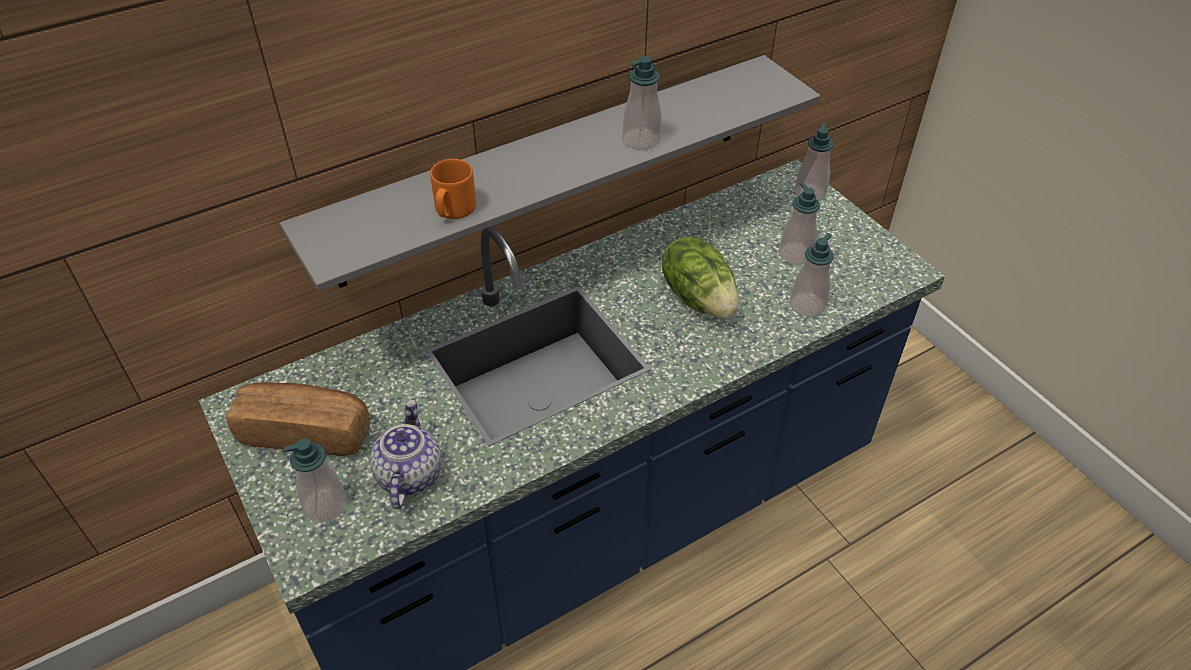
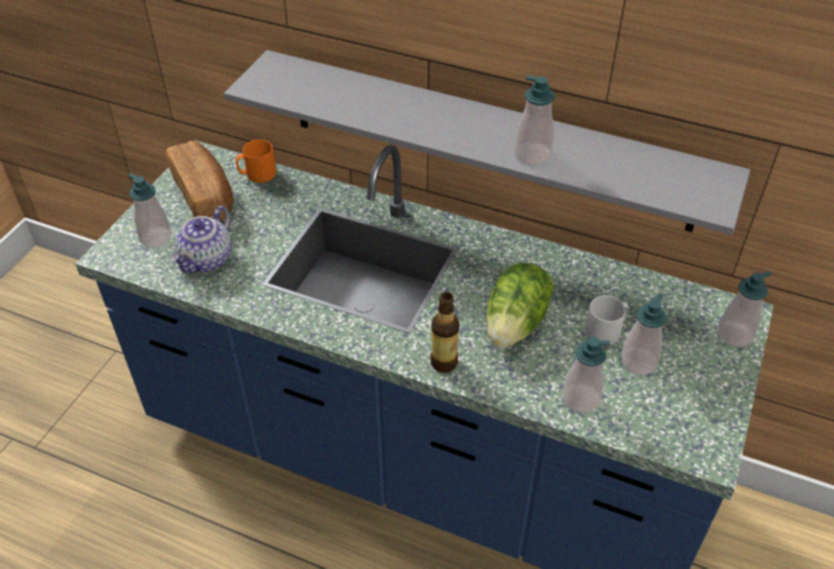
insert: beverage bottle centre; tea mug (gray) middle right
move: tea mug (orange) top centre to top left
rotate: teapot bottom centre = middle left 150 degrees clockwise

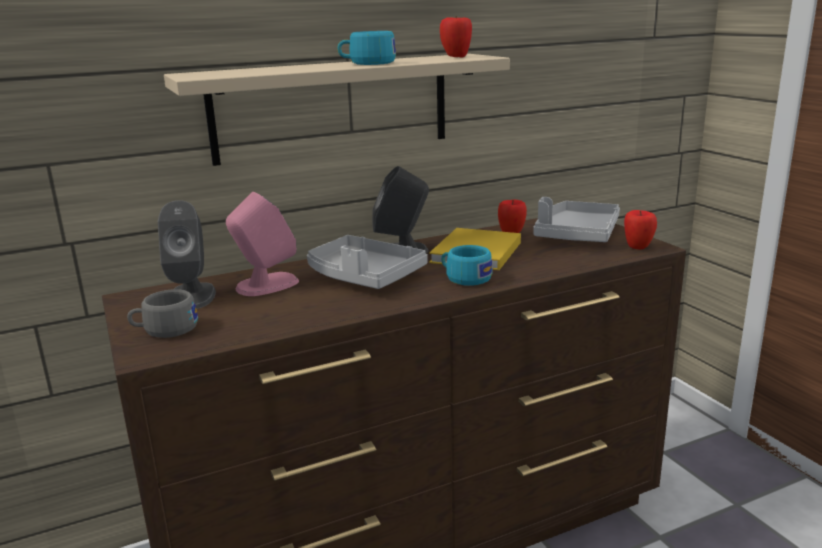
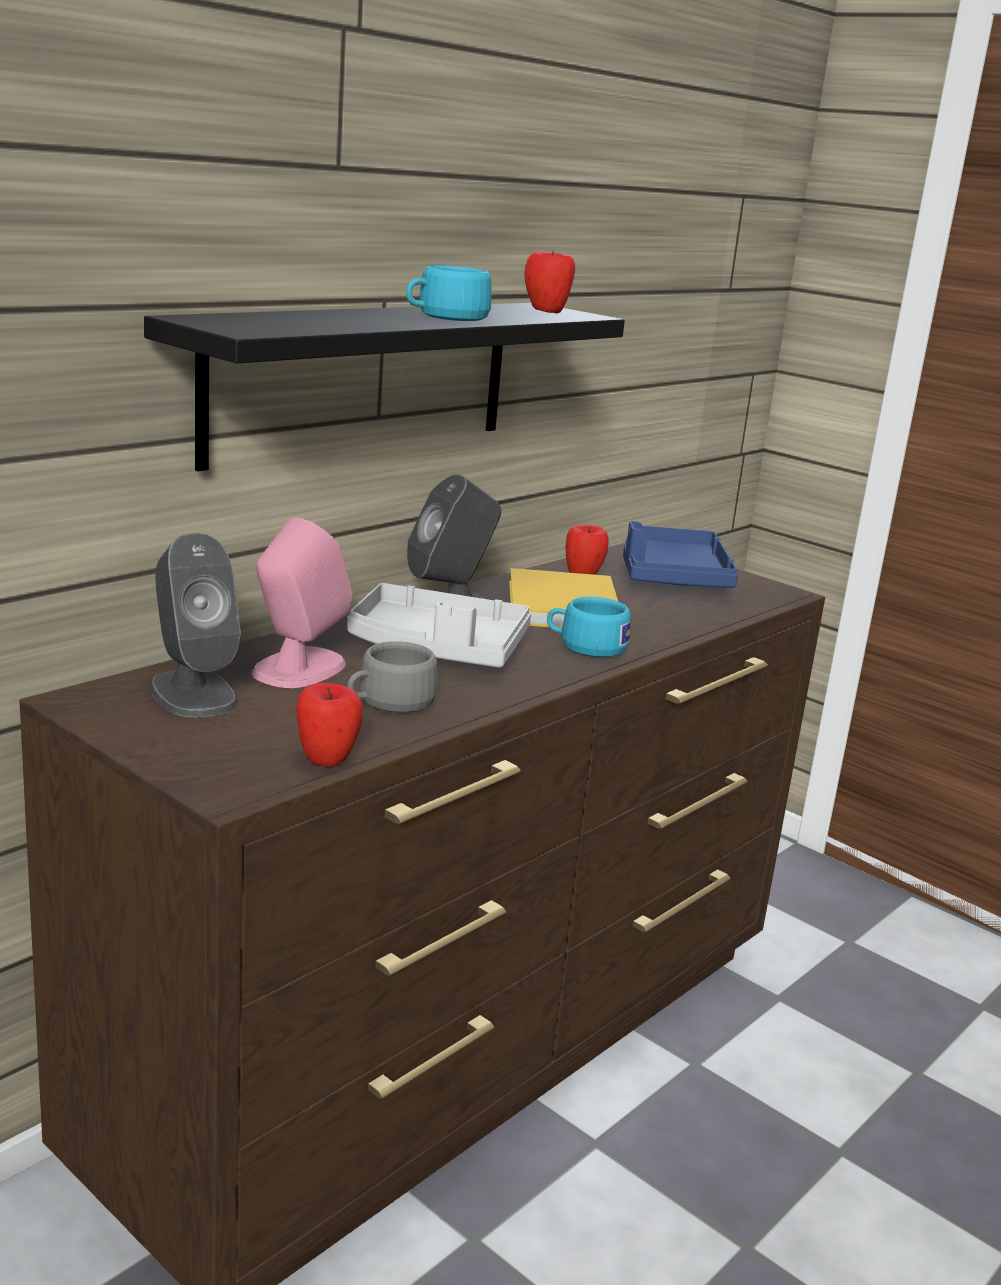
move: apple (3rd from left in the first image) middle right to apple (1st from left) middle left; small cup (gray) middle left to centre
recolor: shelf (sand-coloured) top centre to shelf (black-coloured) top centre; tray (gray) (2nd from left) middle right to tray (blue-coloured) middle right

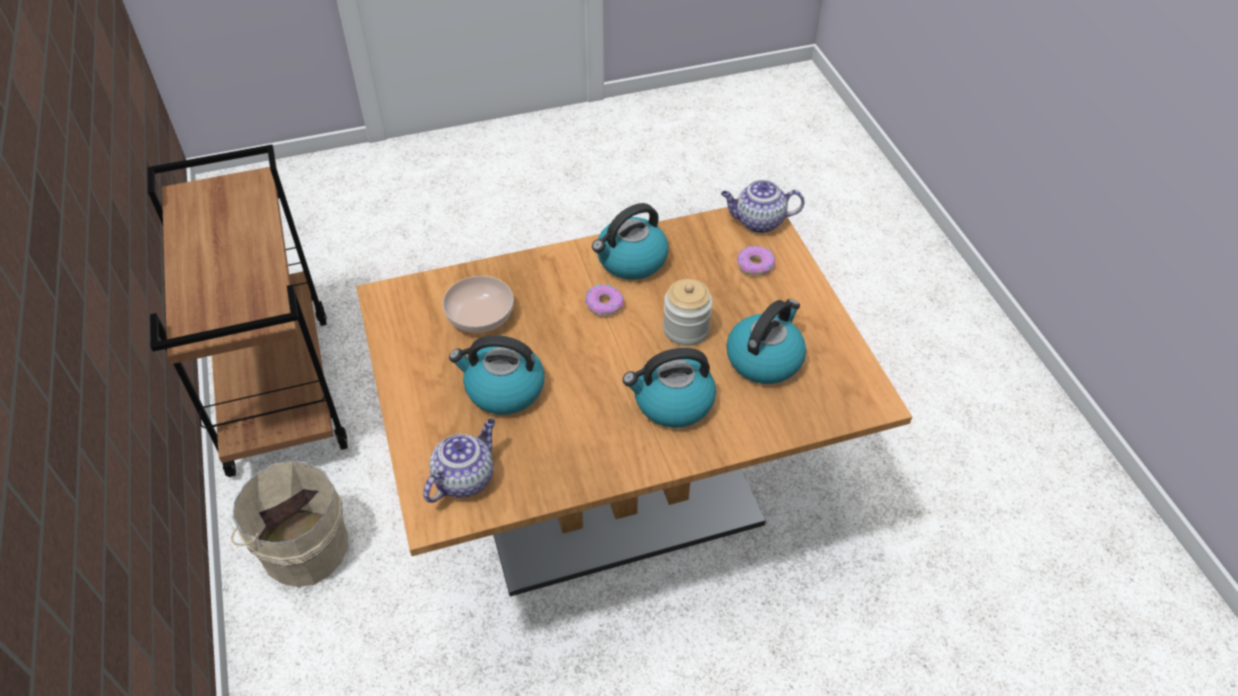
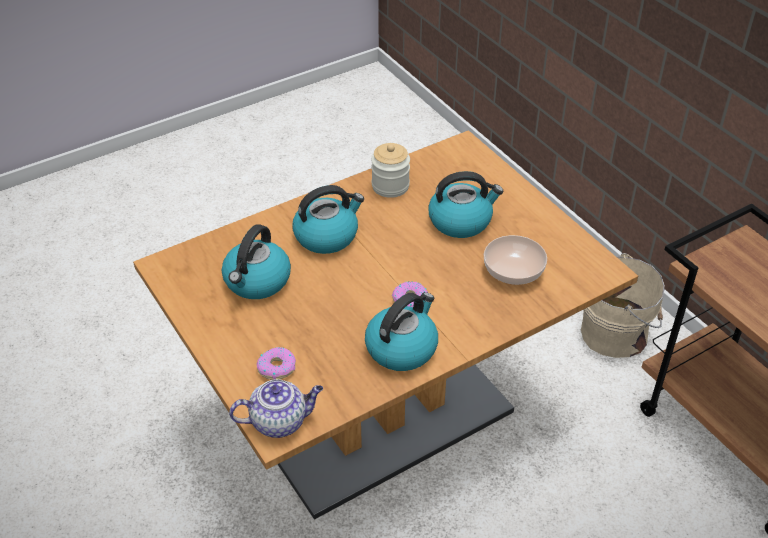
delete: teapot (1st from left) centre
move: jar centre to top centre

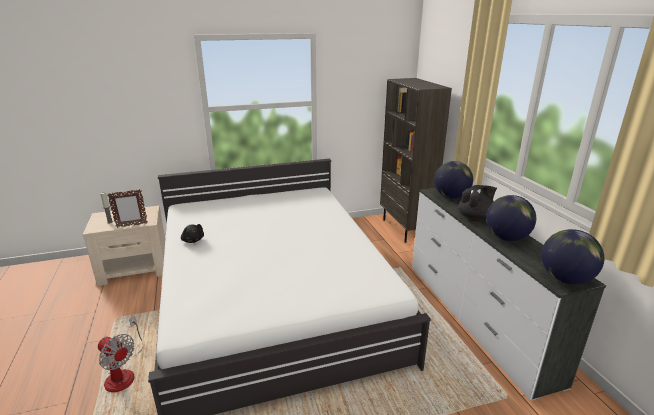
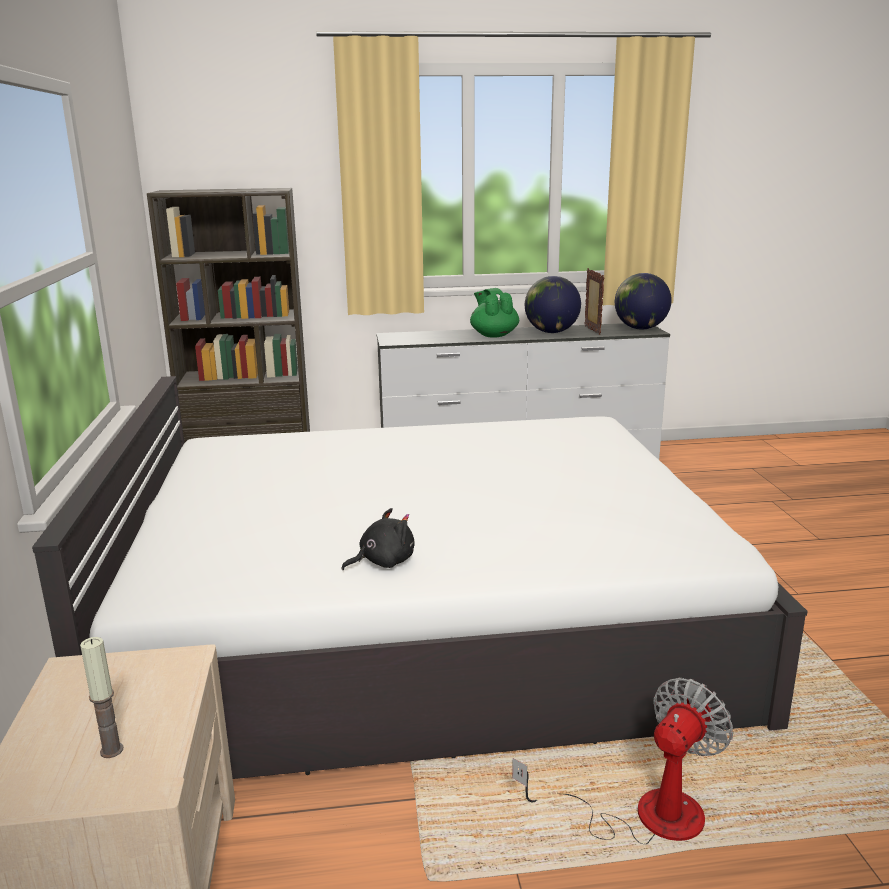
delete: world globe (1st from left) middle right
move: standing frame middle left to middle right
recolor: teapot (black-coloured) middle right to teapot (green) centre

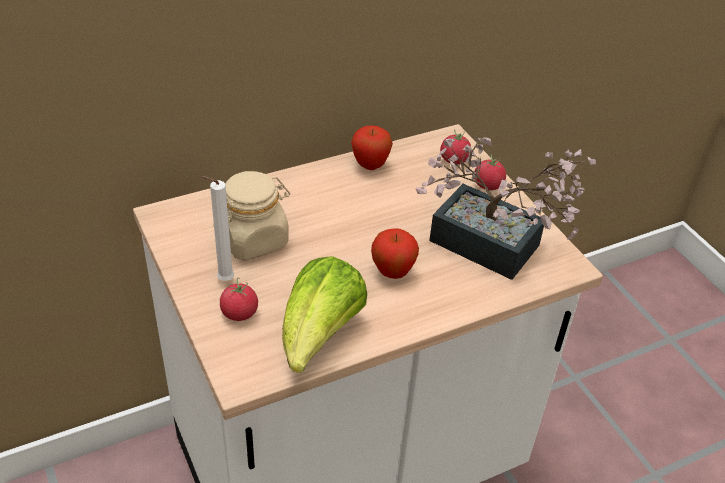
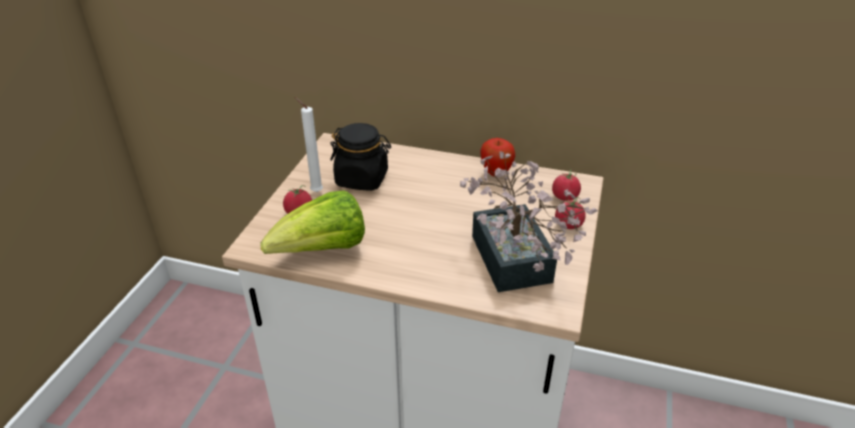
delete: apple (2nd from left) centre
recolor: jar (sand-coloured) centre to jar (black-coloured) centre

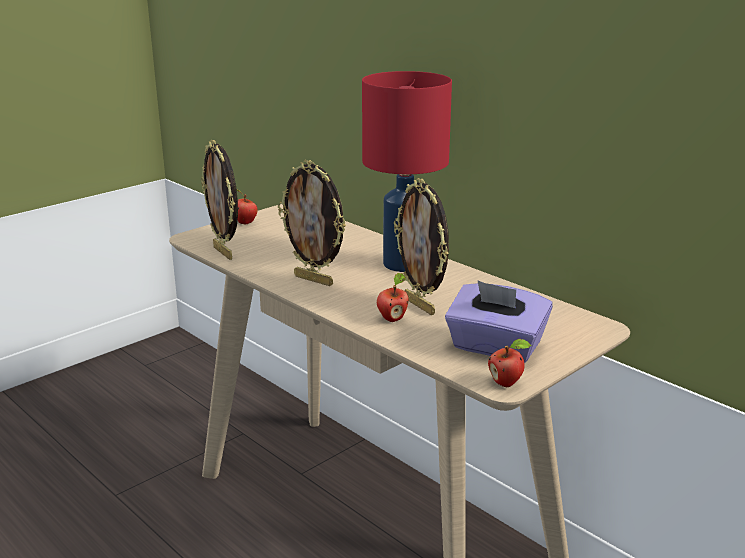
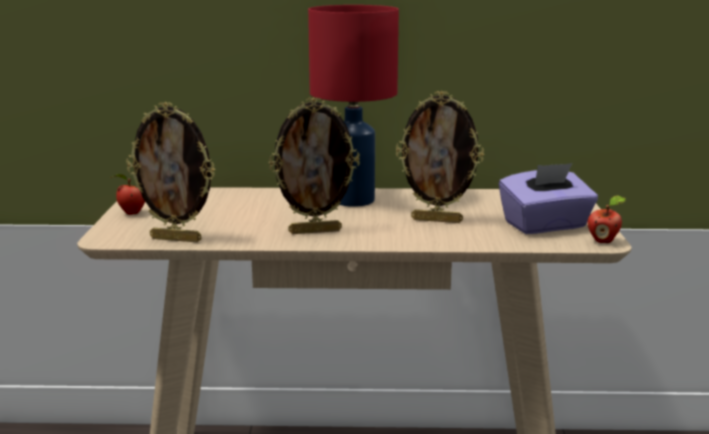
delete: apple (2nd from left) centre

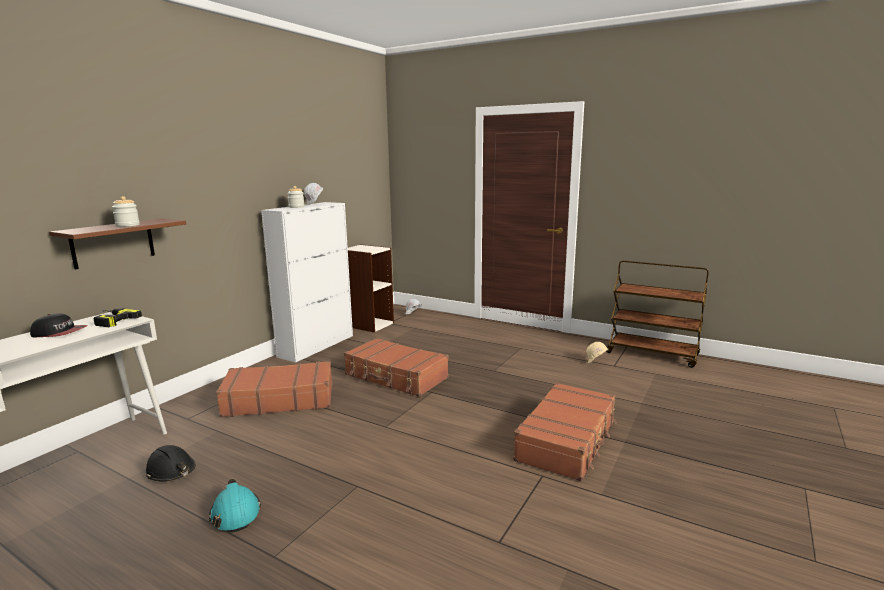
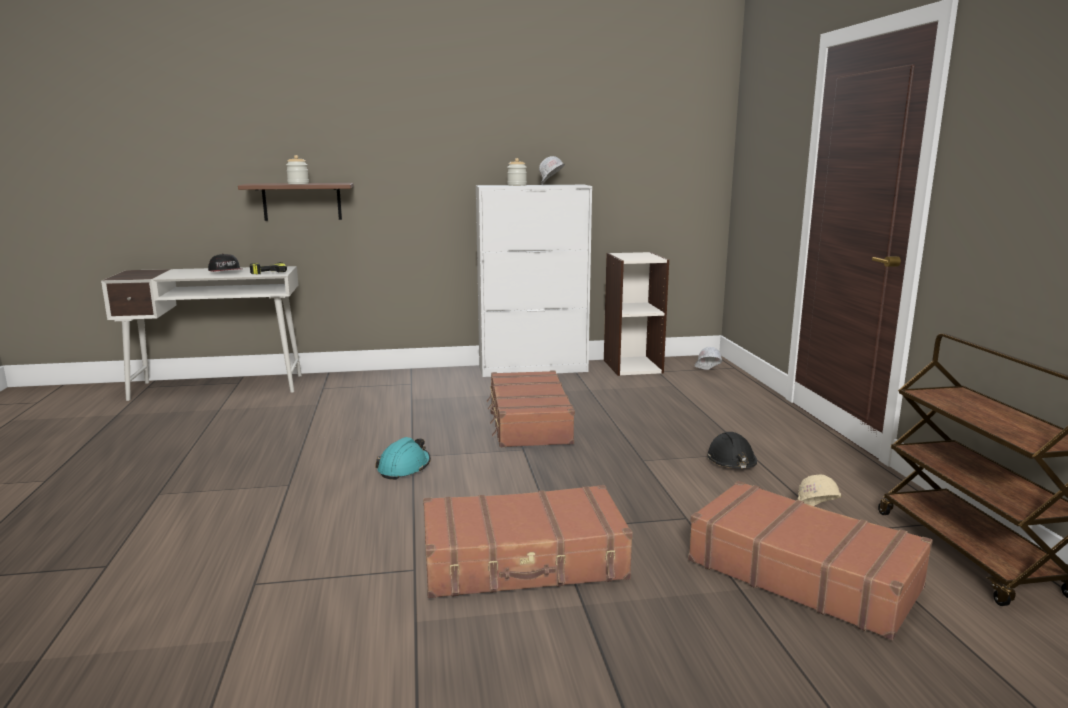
move: safety helmet (turquoise-coloured) bottom left to centre; suitcase (brown-coloured) (1st from left in the first image) middle left to suitcase (brown-coloured) (3rd from left) bottom right; safety helmet (black-coloured) bottom left to middle right

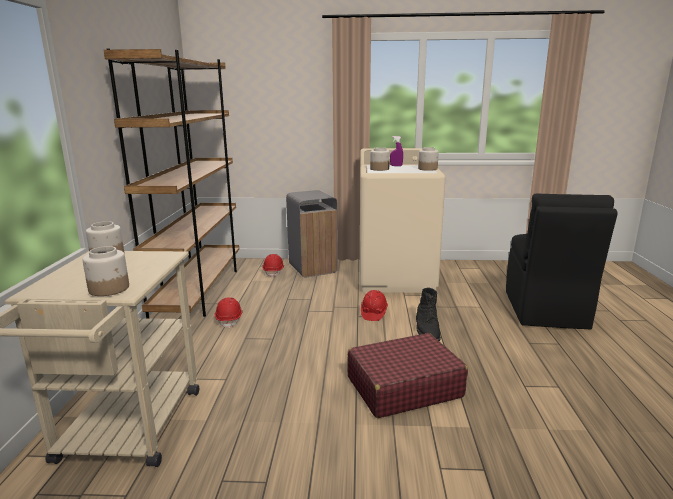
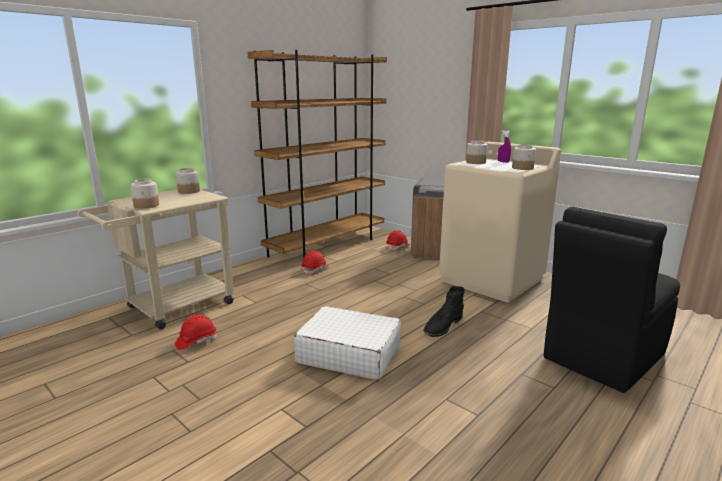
move: safety helmet (red) (3rd from left in the first image) centre to safety helmet (red) (1st from left) bottom left
recolor: suitcase (red) bottom centre to suitcase (whitish) bottom centre

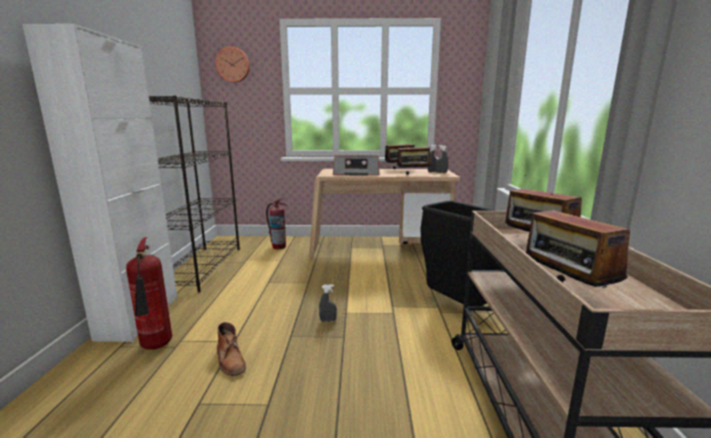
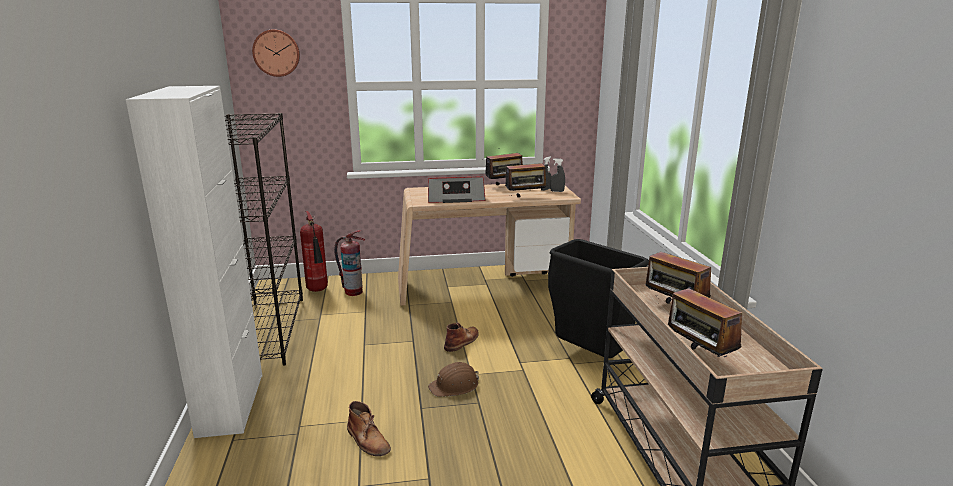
insert: boot (brown-coloured) (2nd from left) bottom centre
move: fire extinguisher (1st from left) bottom left to middle left
replace: hand sprayer (gray) (1st from left) bottom centre to safety helmet (brown-coloured) bottom centre

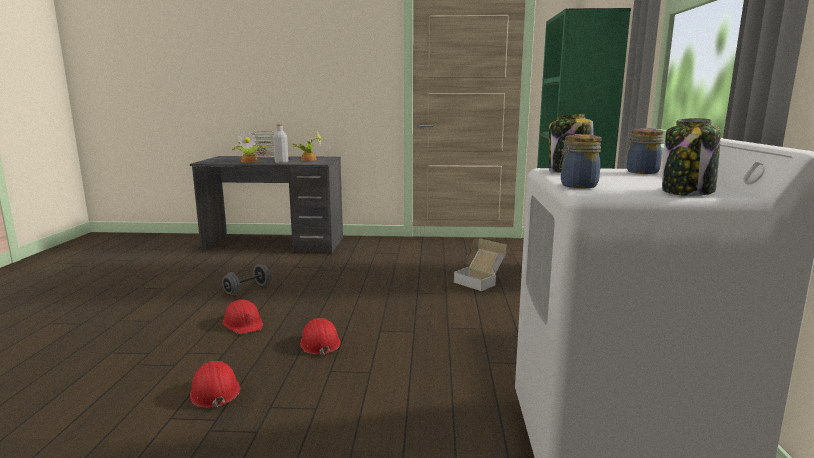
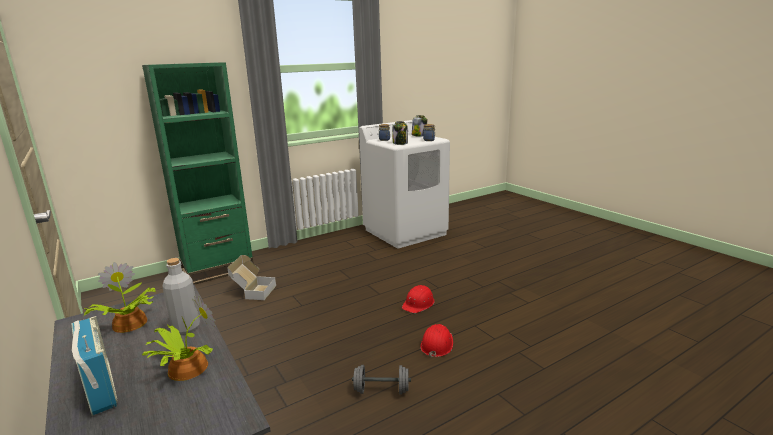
delete: safety helmet (red) (1st from left) bottom left

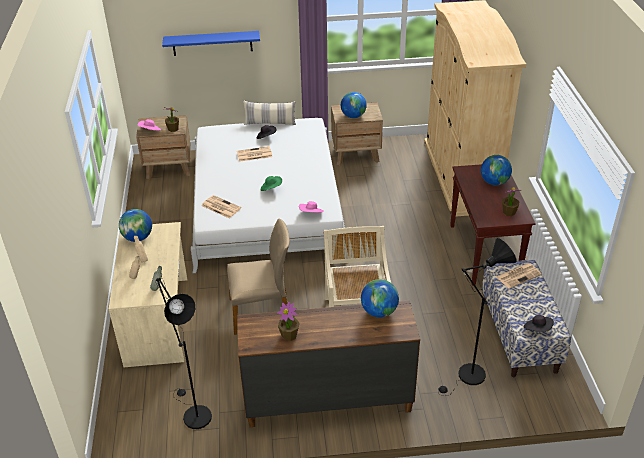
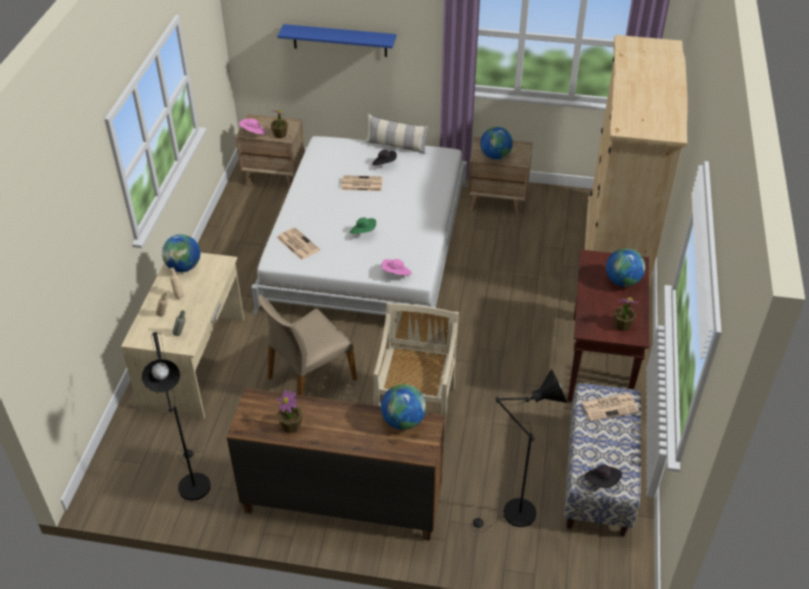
rotate: plain chair (sand-coloured) (1st from left) centre = centre 135 degrees clockwise

